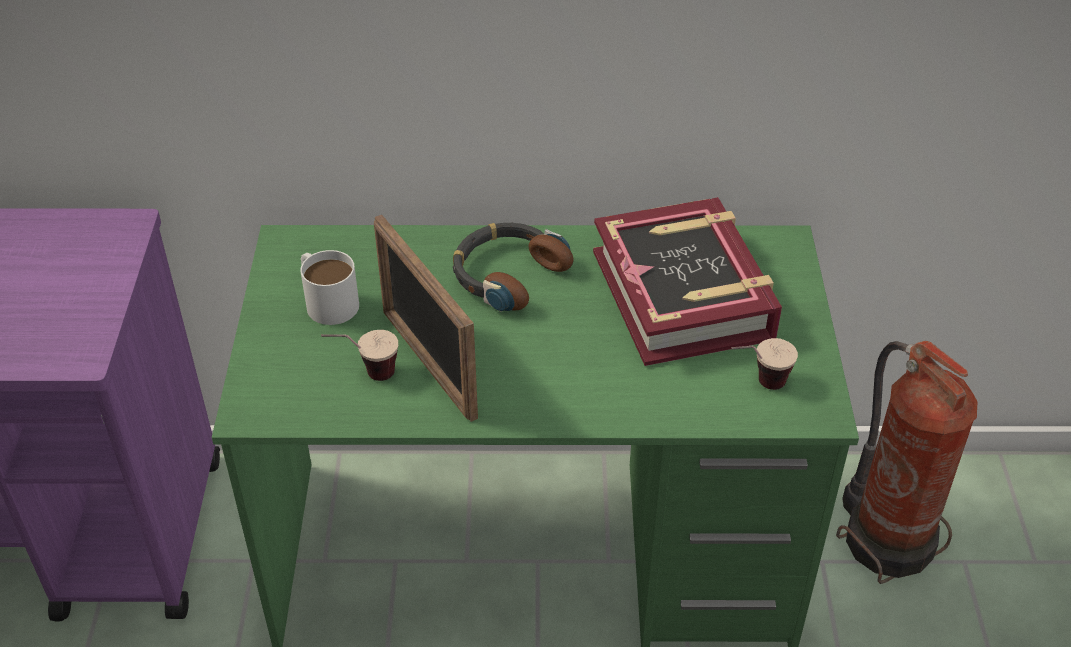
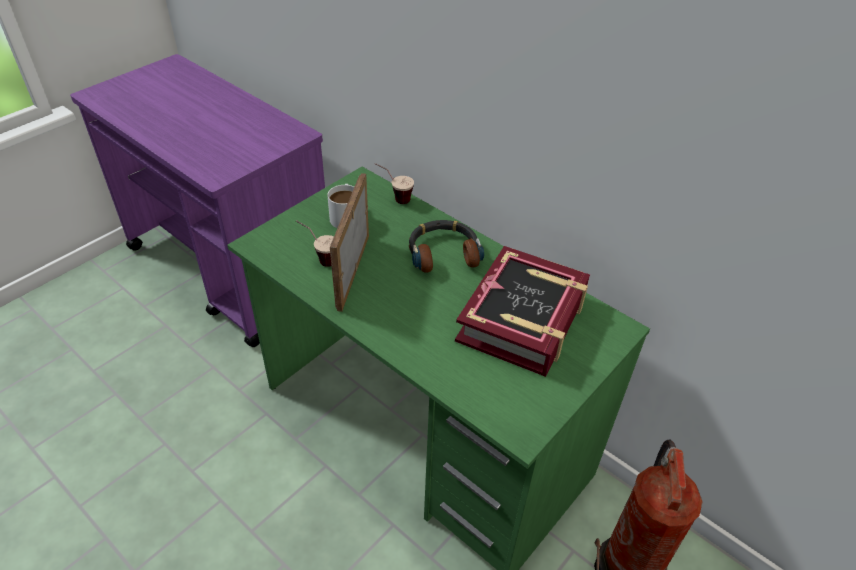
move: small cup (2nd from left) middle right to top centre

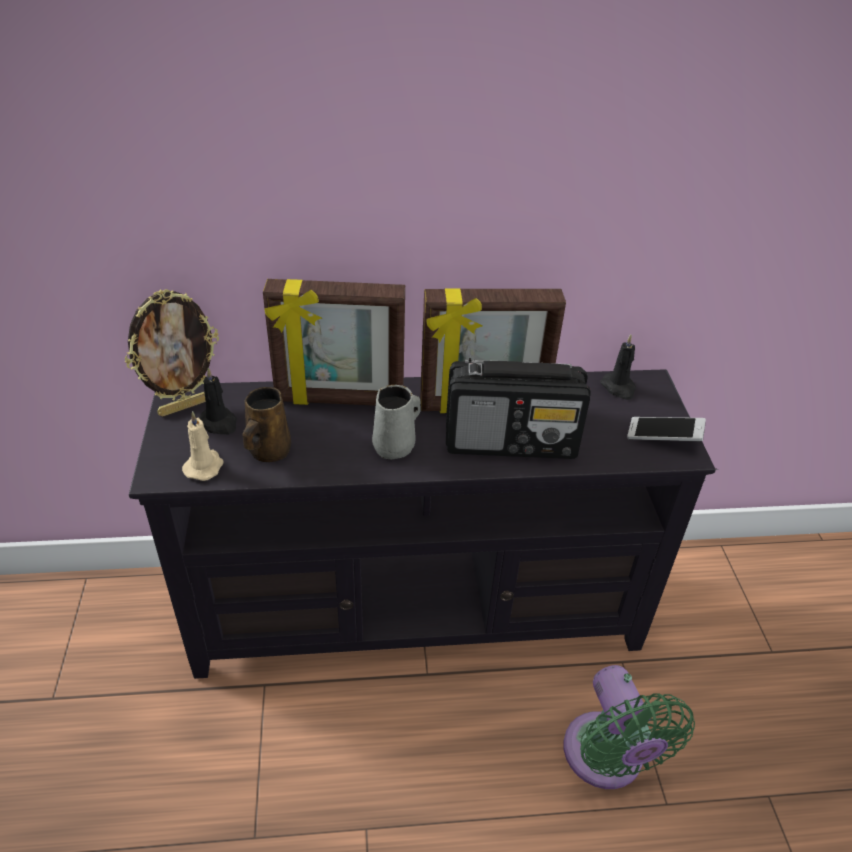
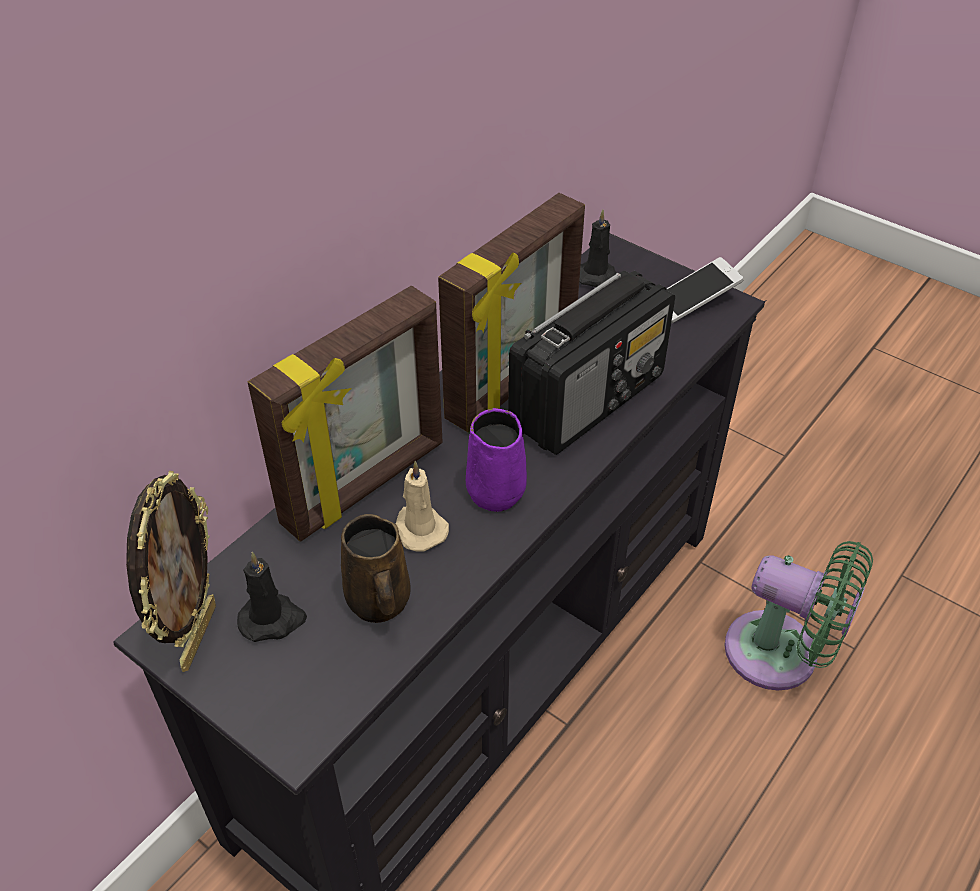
move: wax candle (sand-coloured) middle left to centre
recolor: tea mug (gray) centre to tea mug (purplish) centre

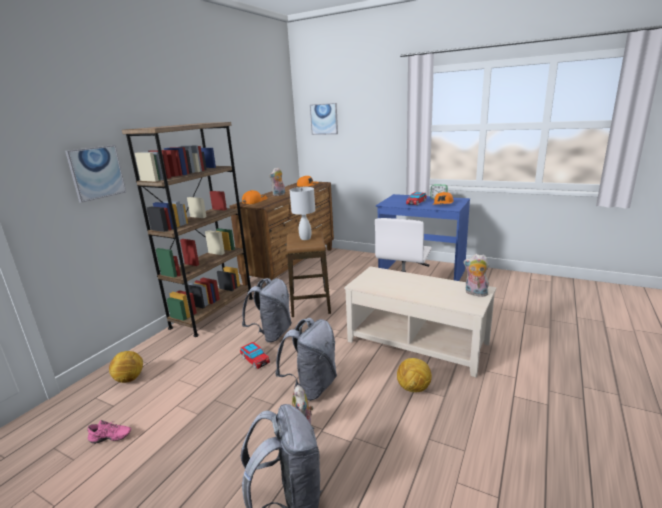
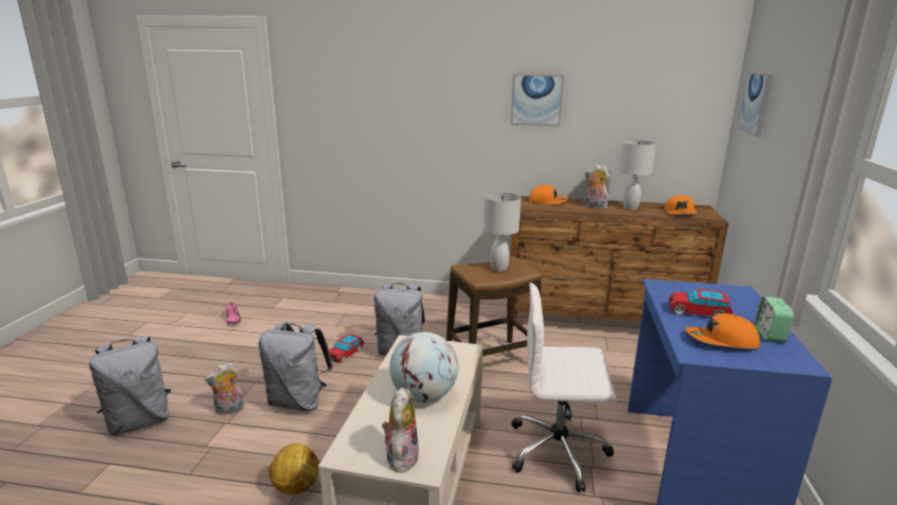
delete: football ball (1st from left) bottom left; shelving unit (brown-coloured) middle left
insert: world globe bottom centre; lamp for a table (whitish) (2nd from left) middle right
move: wall art (1st from left) middle left to top centre

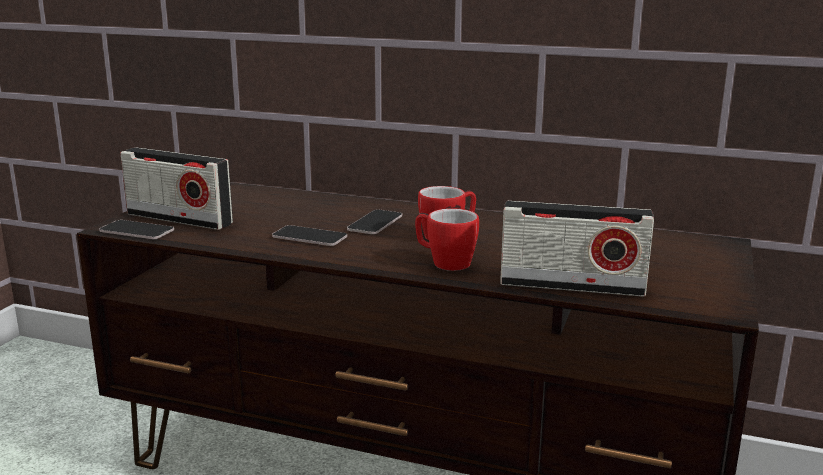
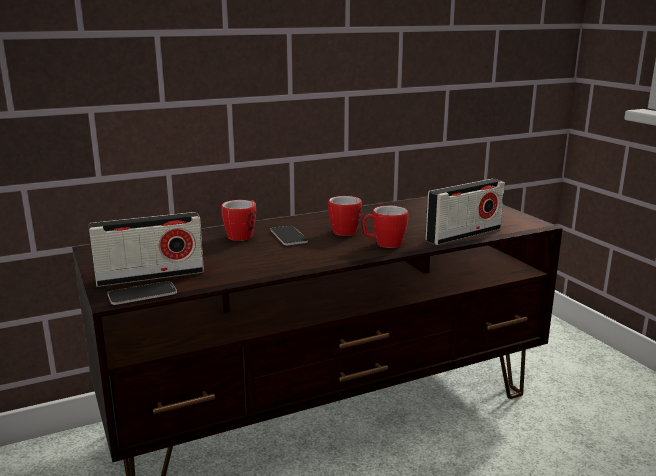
delete: phone (2nd from left) centre
insert: tea mug (1st from left) centre

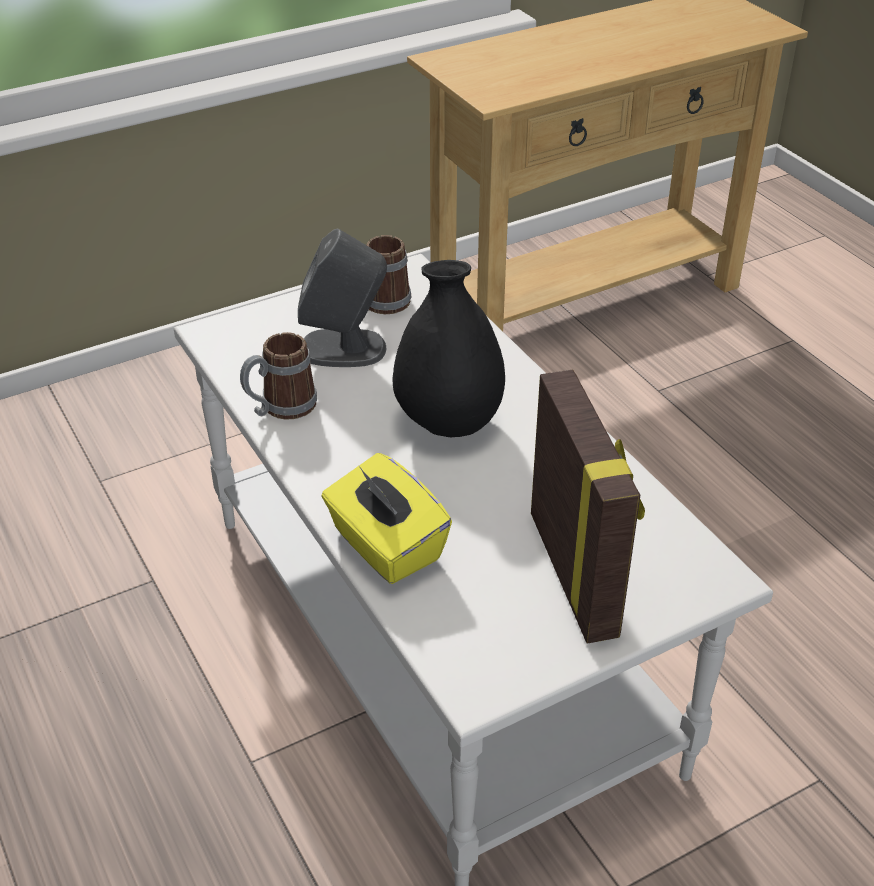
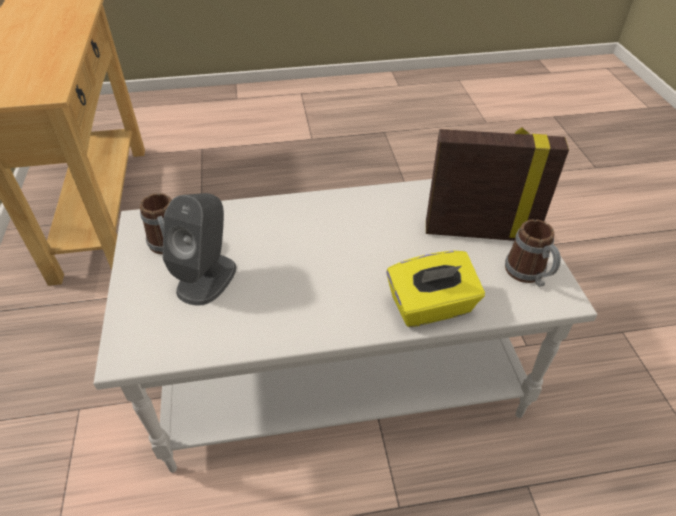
delete: vase (black-coloured) centre
move: tea mug (1st from left in the first image) middle left to tea mug (2nd from left) middle right

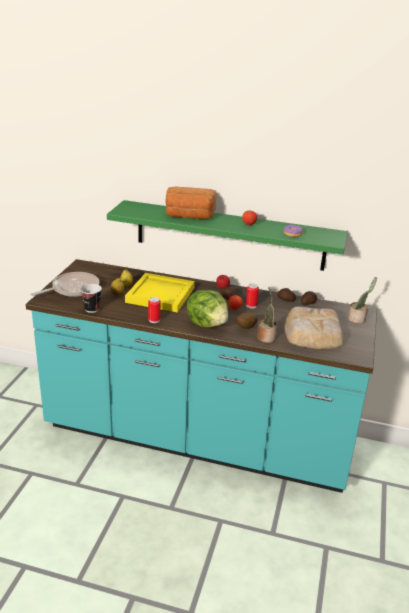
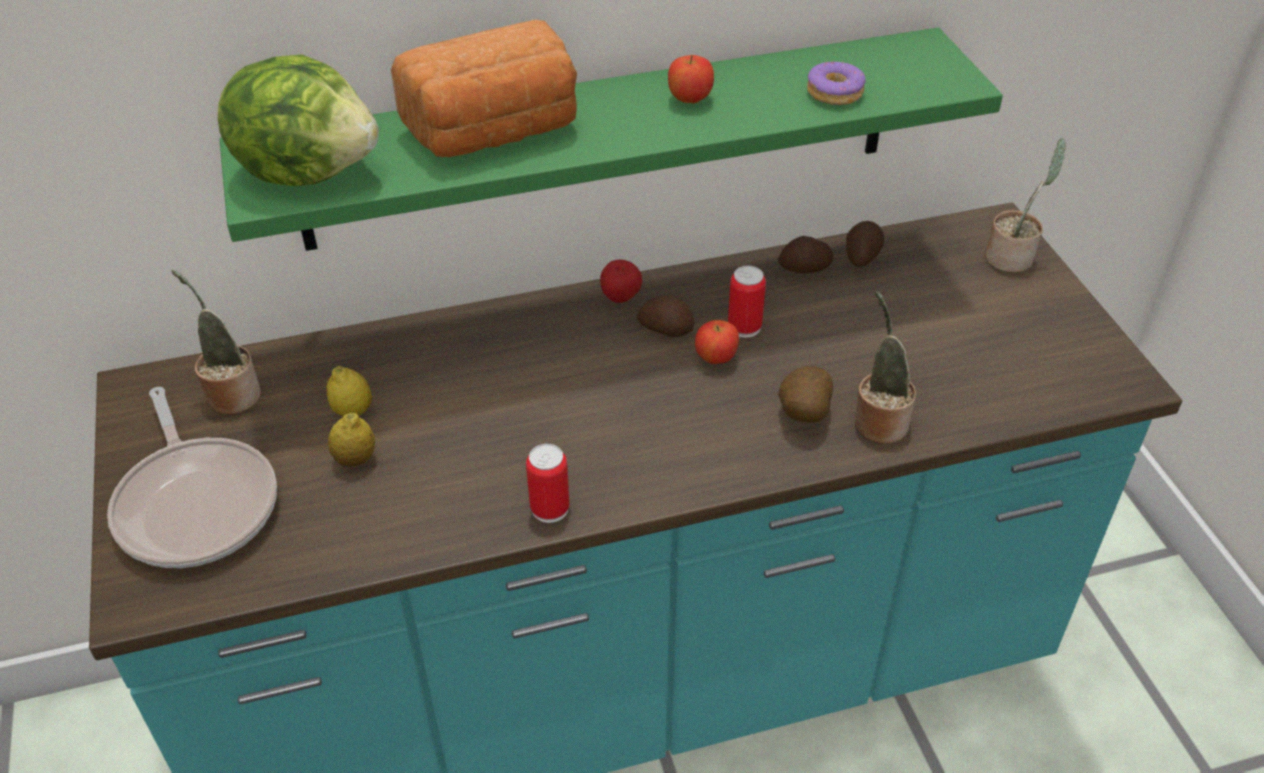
delete: small cup middle left; tray (yellowish) centre; bakery bread (2nd from left) middle right
insert: houseplant (1st from left) middle left
move: head of lettuce centre to top left
rotate: pan middle left = middle left 135 degrees clockwise

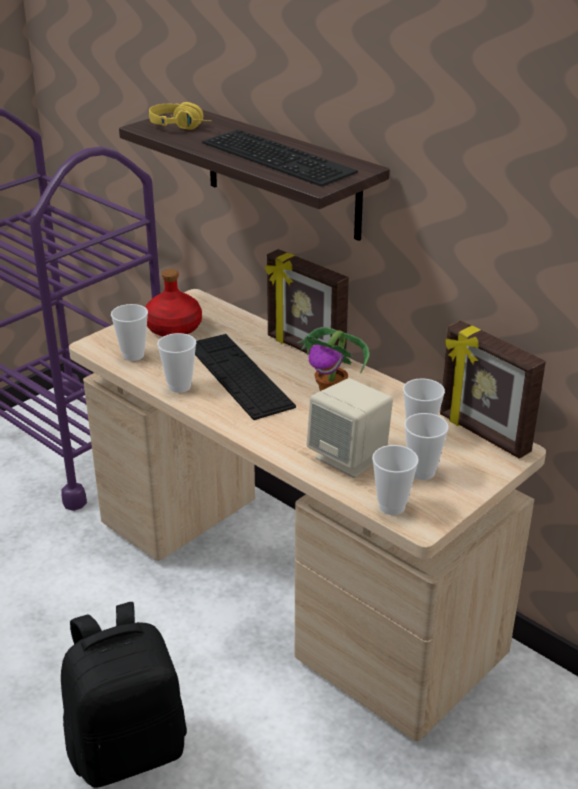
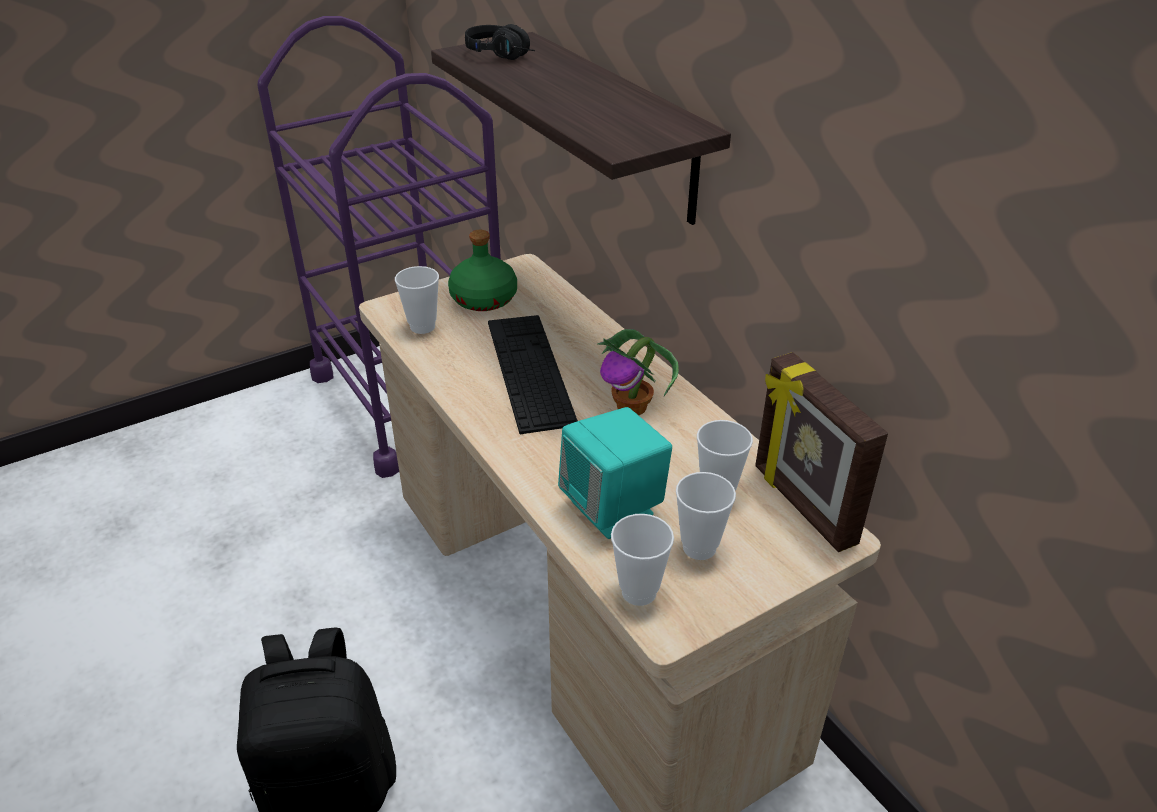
delete: small cup (2nd from left) middle left; computer keyboard (2nd from left) top centre; standing frame (1st from left) centre
recolor: beverage bottle (red) middle left to beverage bottle (green) top centre; headset (yellowish) top left to headset (black-coloured) top centre; speaker (sand-coloured) centre to speaker (turquoise-coloured) centre

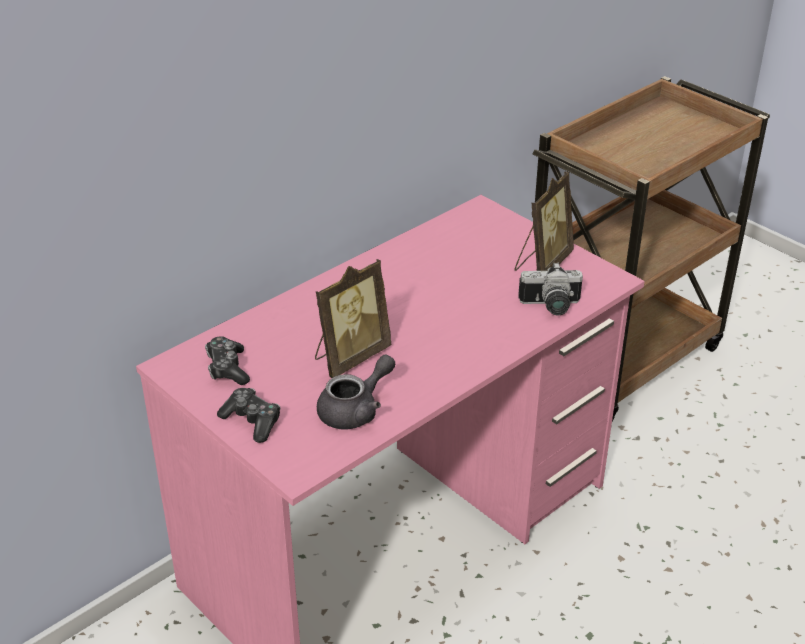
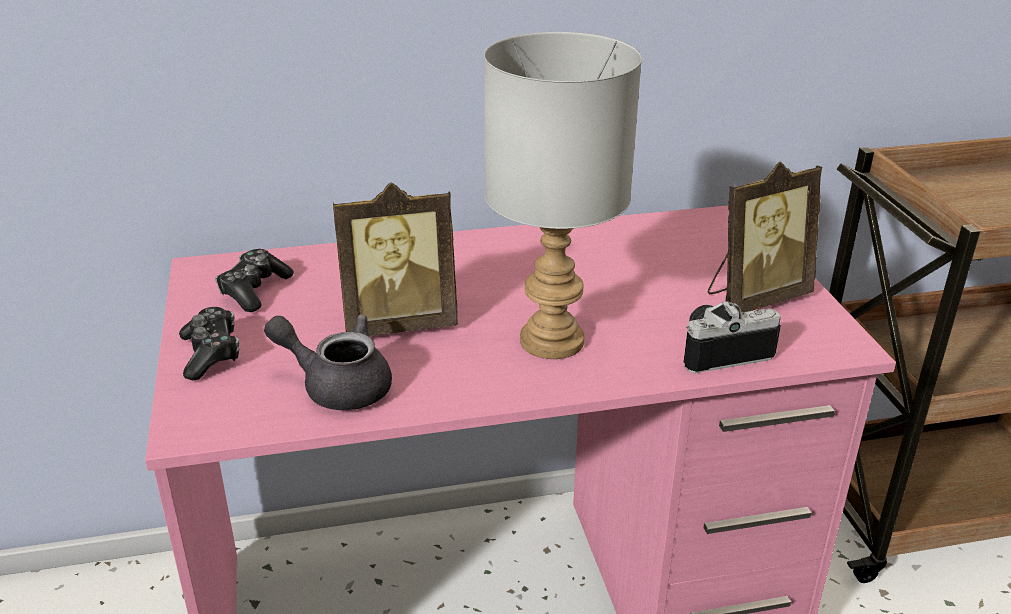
insert: lamp for a table (gray) top centre
rotate: teapot (gray) centre = middle left 150 degrees counterclockwise; photo camera middle right = middle right 135 degrees clockwise

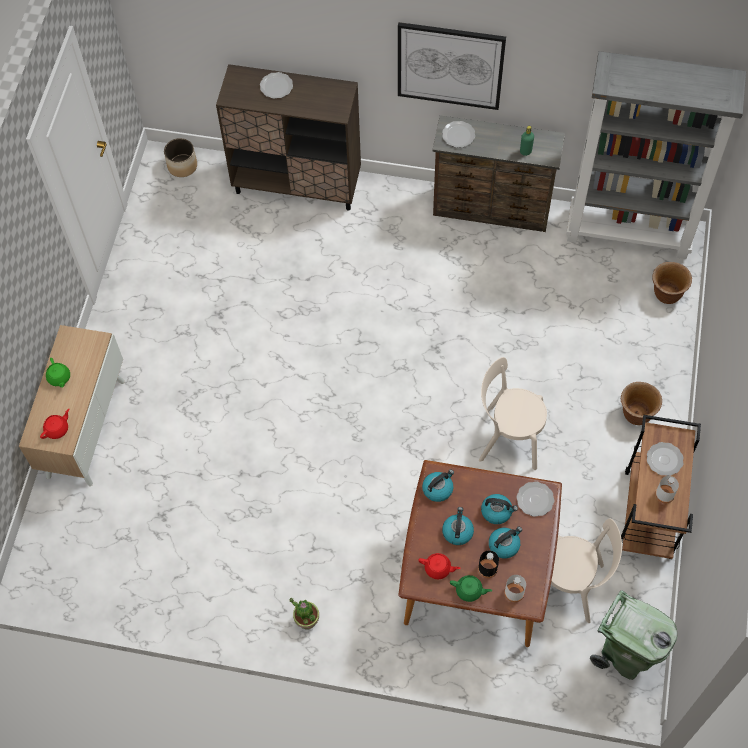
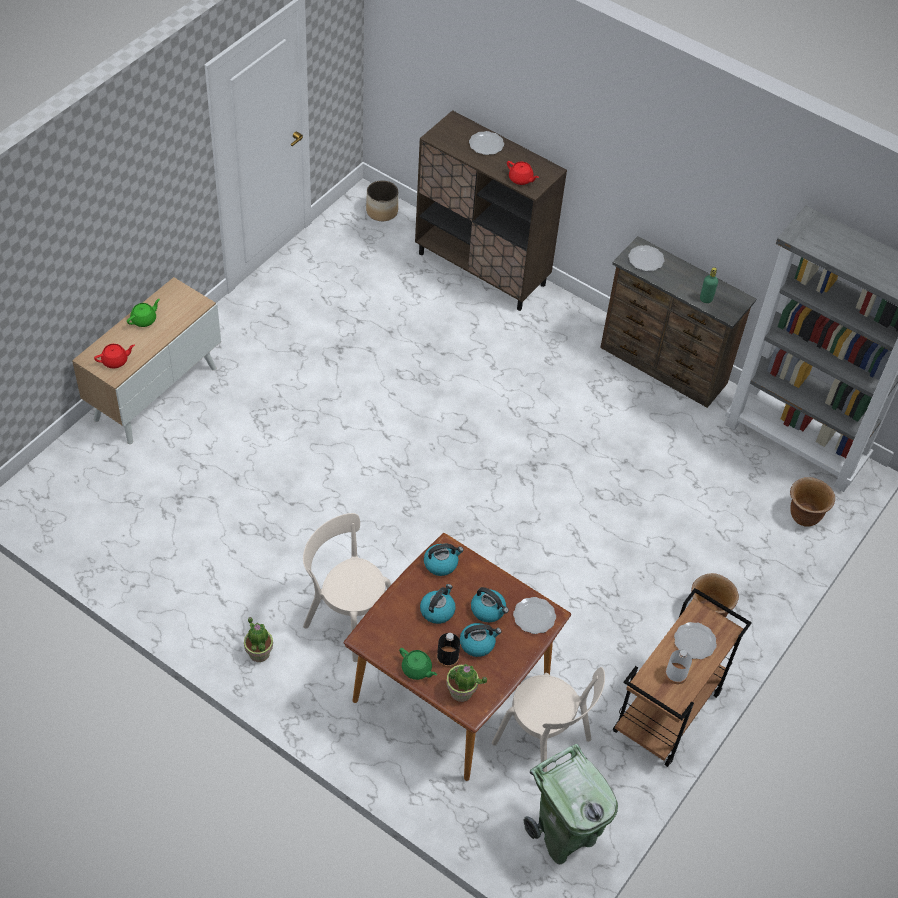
delete: wall art top centre
move: plain chair (sand-coloured) (1st from left) middle right to centre; teapot (red) (2nd from left) bottom centre to top centre
replace: beverage bottle (whitish) (1st from left) bottom right to houseplant (2nd from left) bottom centre
rotate: teapot (green) (1st from left) middle left = middle left 135 degrees counterclockwise

